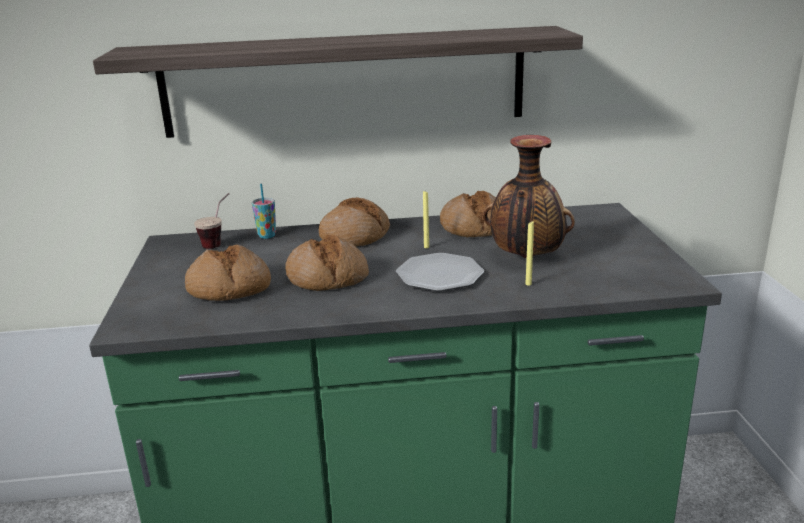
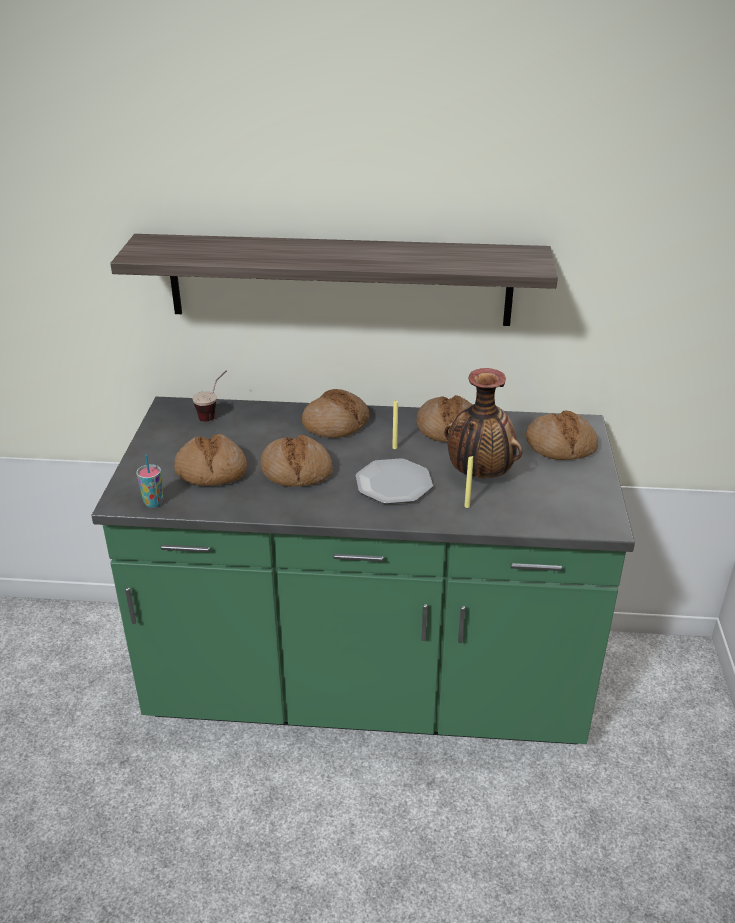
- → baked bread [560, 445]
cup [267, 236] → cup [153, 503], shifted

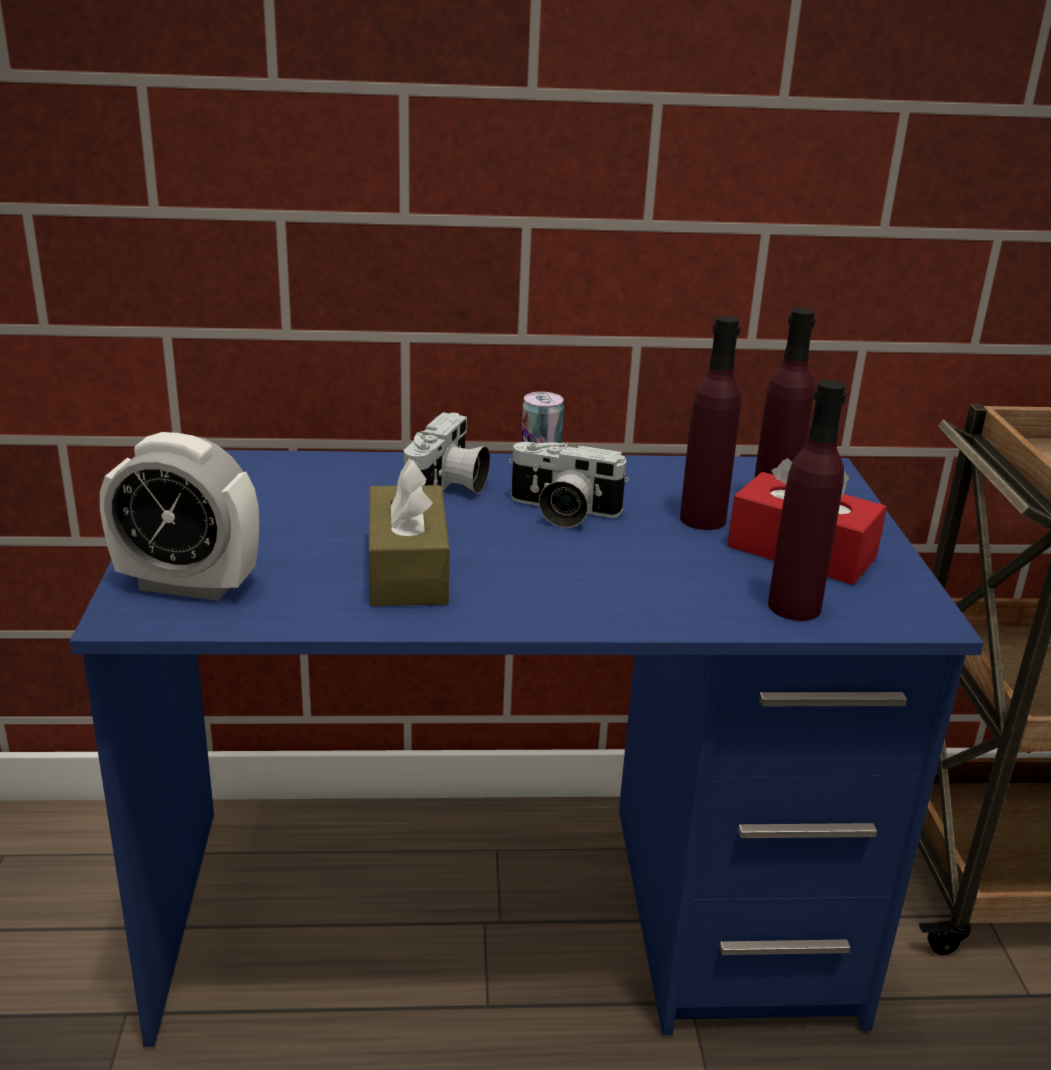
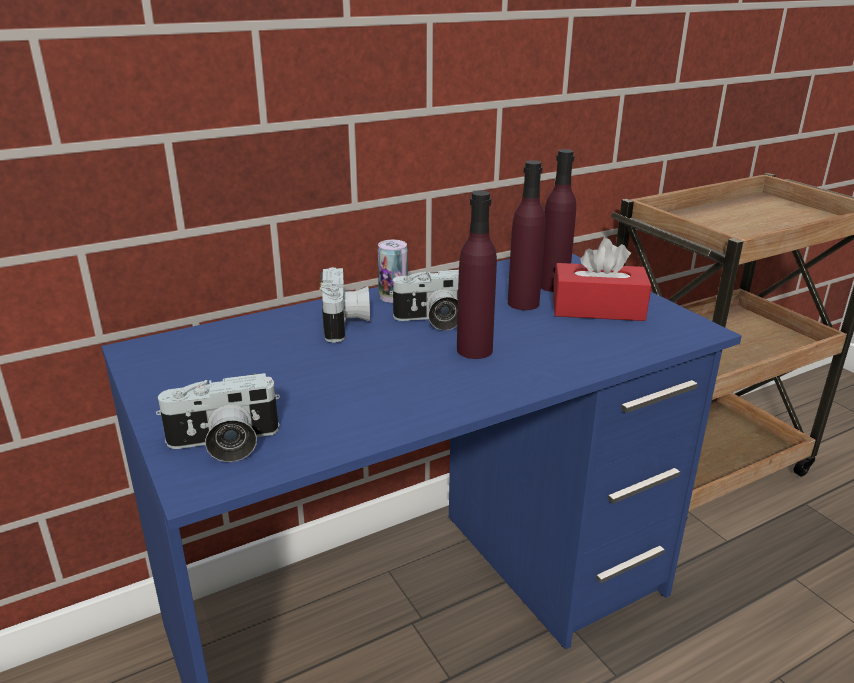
tissue box/brown [407, 570] → -
beverage bottle/purple-coloured [794, 606] → beverage bottle/purple-coloured [474, 350], shifted
table clock [188, 585] → still camera [224, 444]

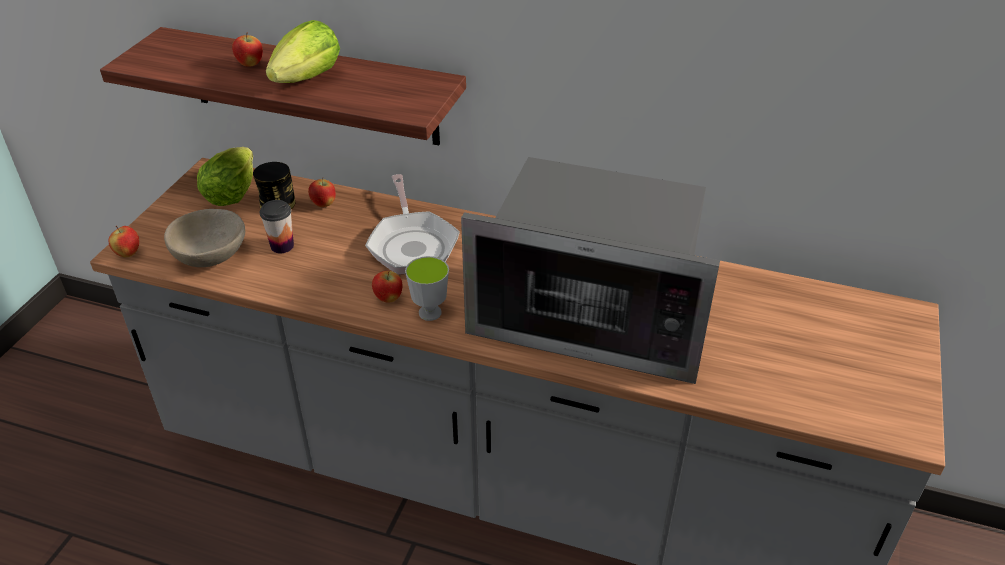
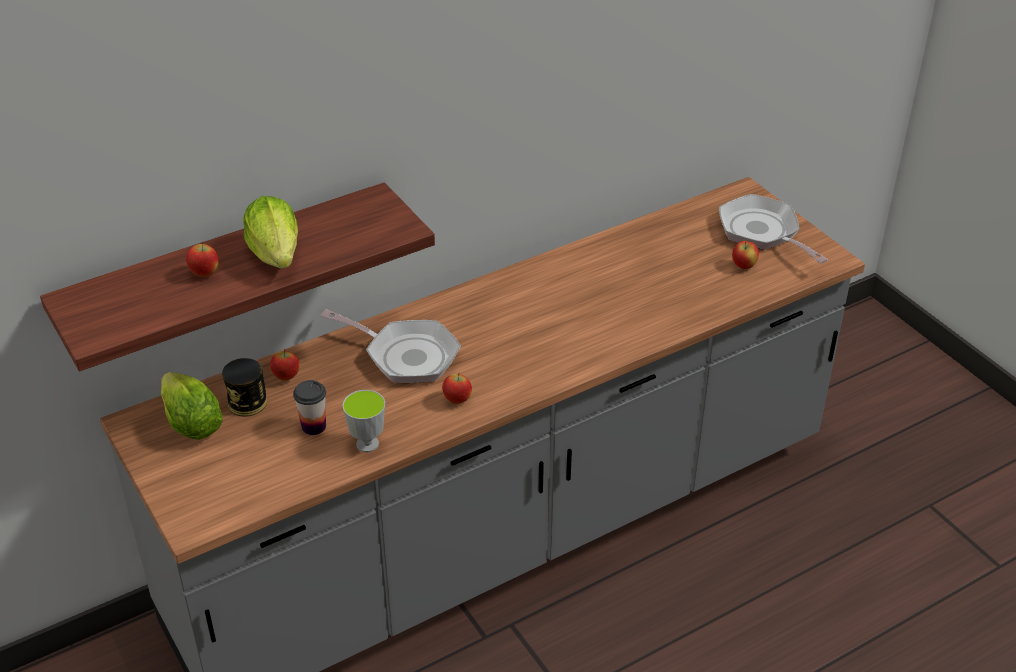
bowl/beige [211, 257] → -
kitchen microwave [591, 318] → -
- → pan [762, 232]
apple fruit [128, 254] → apple fruit [744, 266], shifted
cup [430, 313] → cup [367, 444], shifted

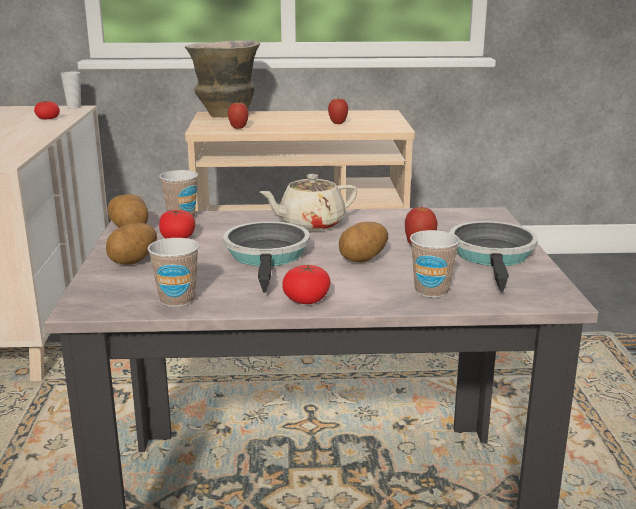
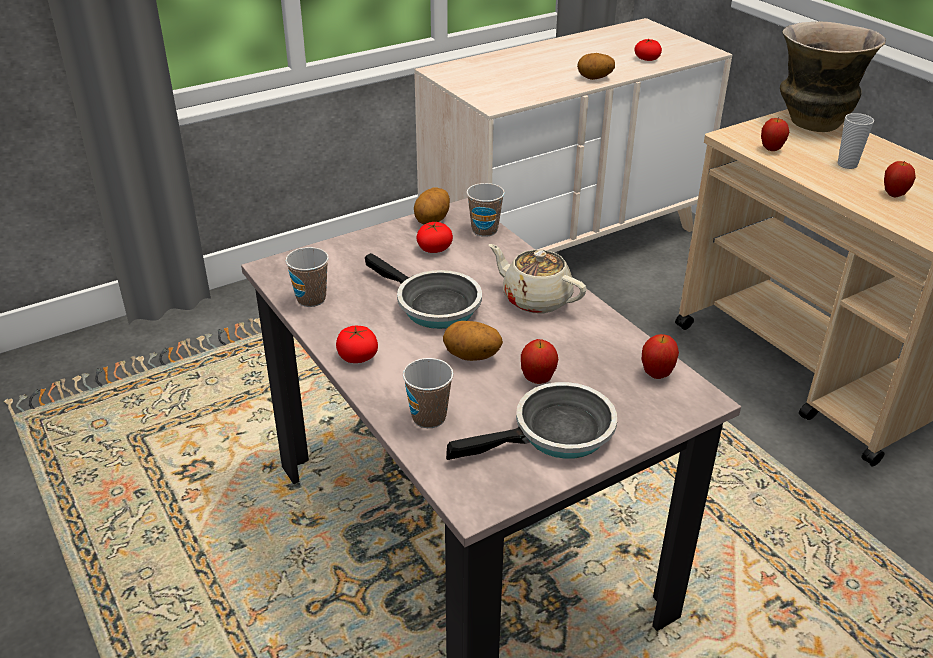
- → apple fruit [656, 374]
cup [74, 107] → cup [847, 165], shifted
whole potato [134, 261] → whole potato [595, 78], shifted
pan [267, 257] → pan [432, 306], 75 degrees clockwise

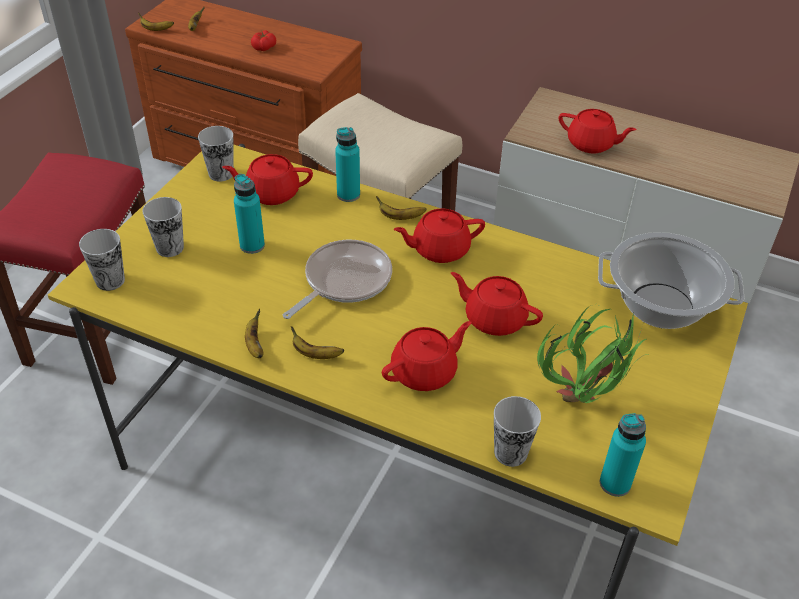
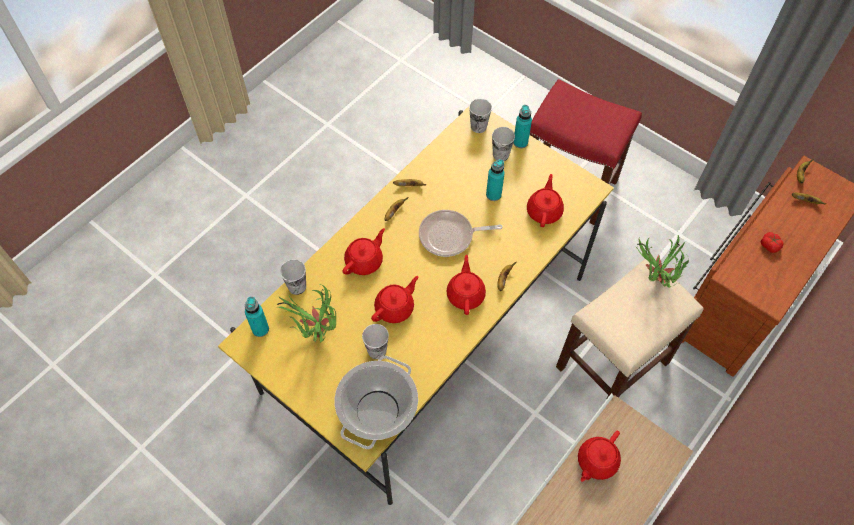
- → houseplant [653, 281]
cup [221, 174] → cup [377, 350], shifted
beverage bottle/blue-green [348, 195] → beverage bottle/blue-green [520, 142], shifted
pan [344, 281] → pan [449, 236], 120 degrees clockwise
tea pot/red [425, 372] → tea pot/red [365, 261], 120 degrees counterclockwise

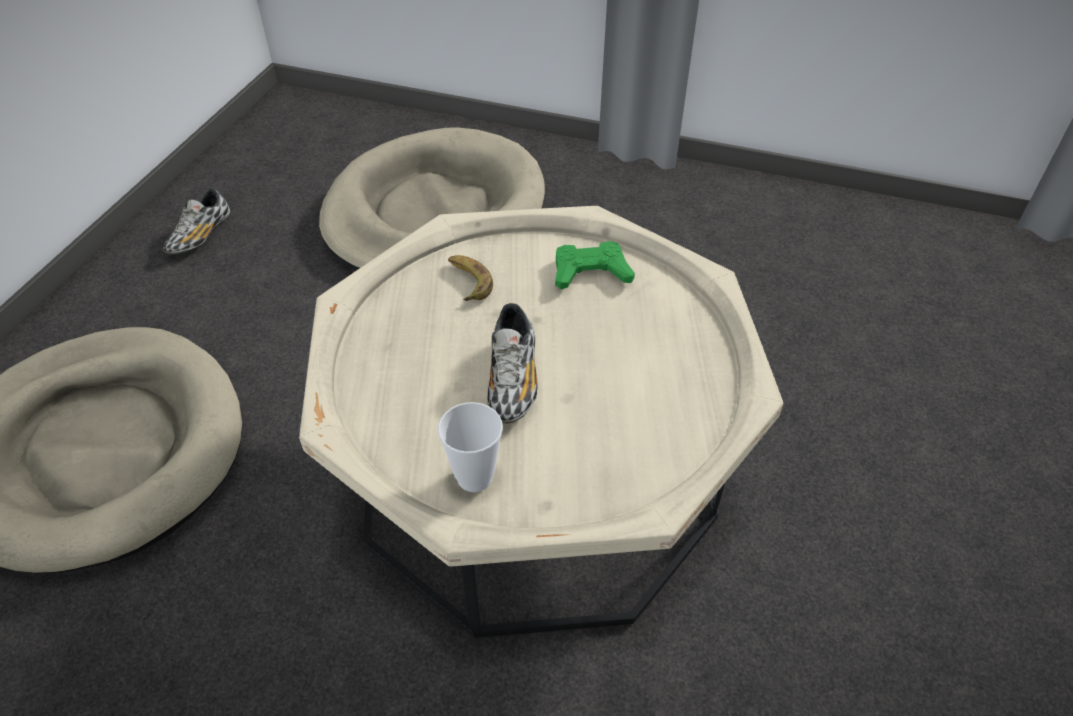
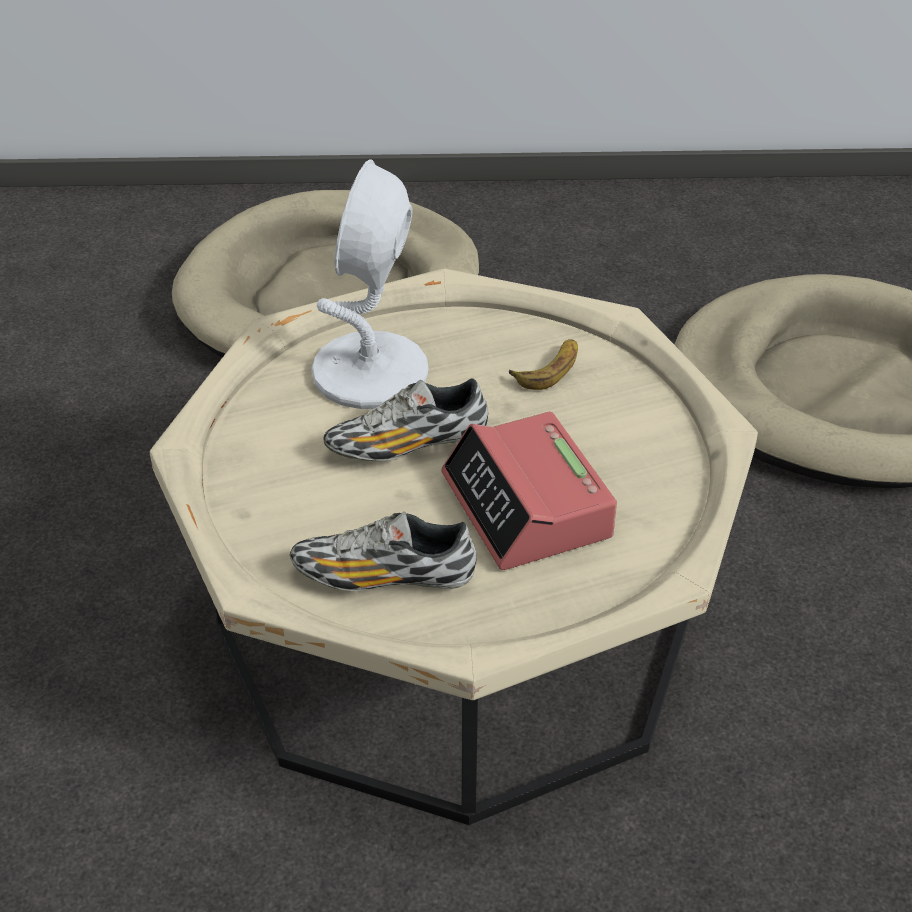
cup [474, 477] → -
gamepad/greenish [590, 272] → -
- → tabletop lamp/white-coloured [370, 373]
- → table clock [527, 507]
item of footwear [200, 236] → item of footwear [384, 577], shifted

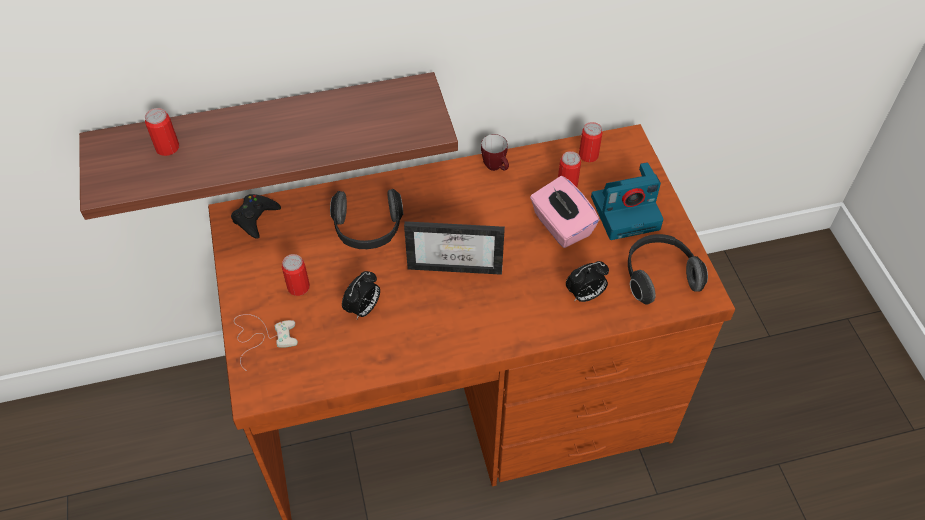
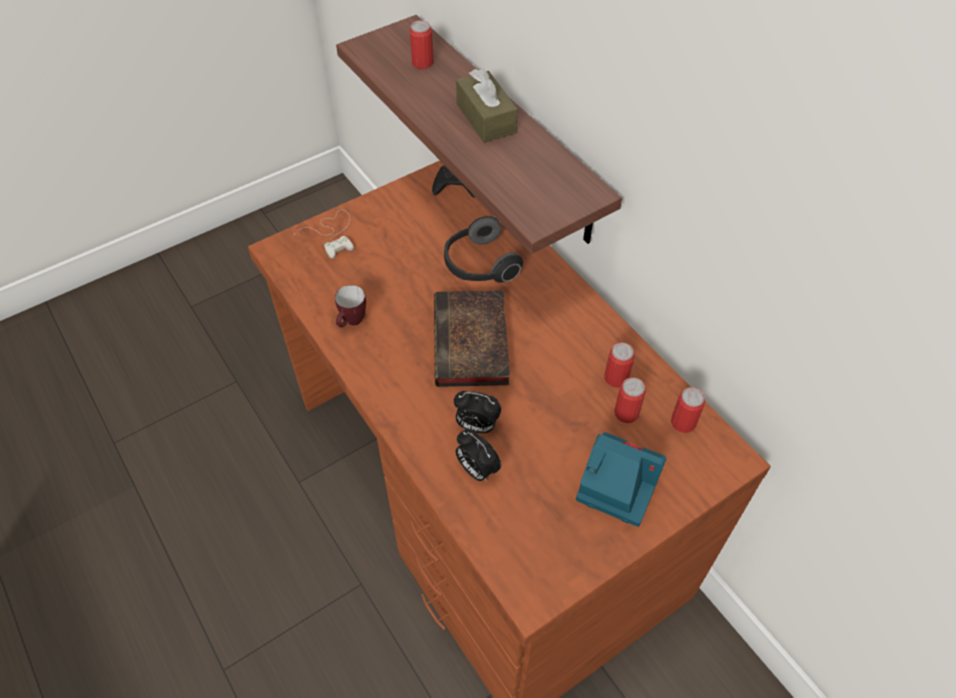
tissue box/pinkish [561, 226] → -
headset [659, 276] → -
- → tissue box/brown [486, 118]
metal can [298, 287] → metal can [616, 378], shifted
table clock [363, 309] → table clock [476, 426], shifted
mug [496, 168] → mug [352, 323], shifted
picture frame [457, 262] → volume [472, 345]
still camera [626, 212] → still camera [617, 483], 150 degrees clockwise

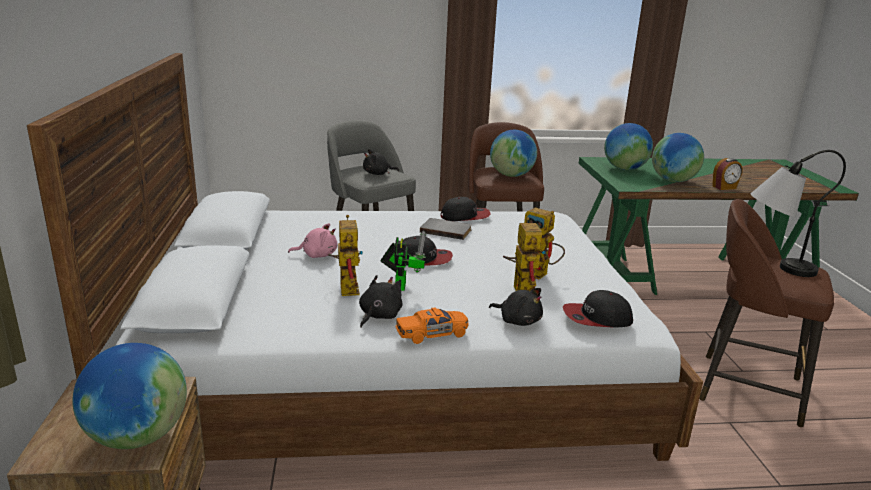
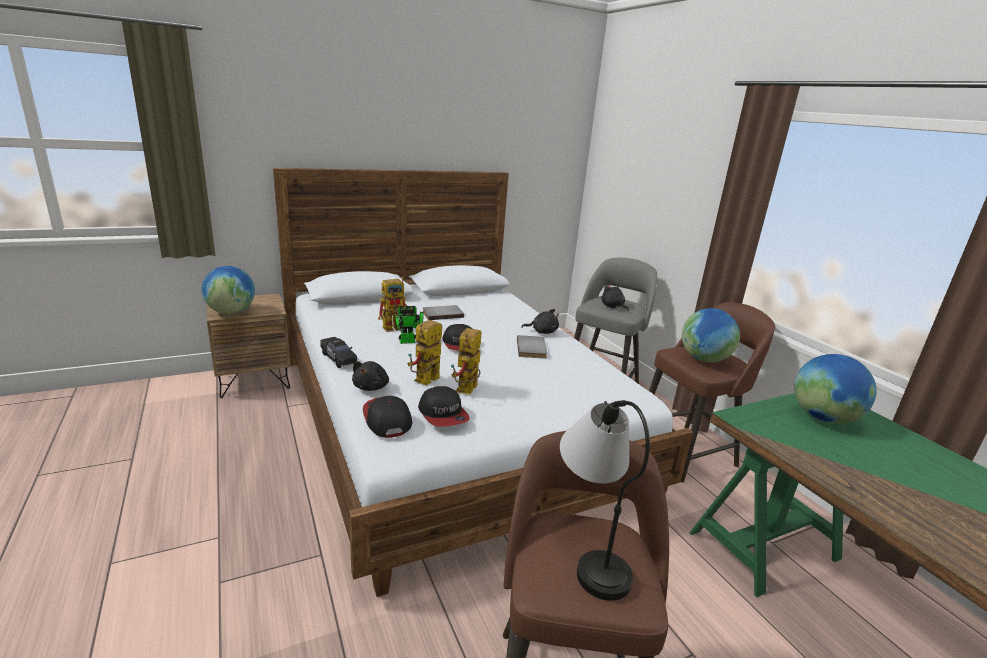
globe [673, 181] → -
table clock [724, 187] → -
soft toy/blackish [379, 316] → soft toy/blackish [542, 332], shifted
baseball cap [465, 216] → baseball cap [443, 414], shifted
soft toy/pinkish [317, 255] → volume/greyish [442, 314]
toy car/orange [432, 334] → toy car/blackish [338, 358]
robot figure [520, 289] → robot figure [425, 382], 150 degrees clockwise

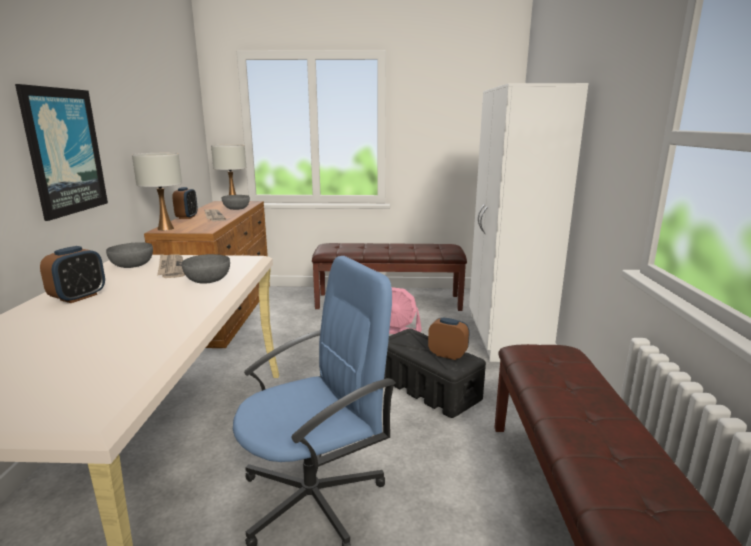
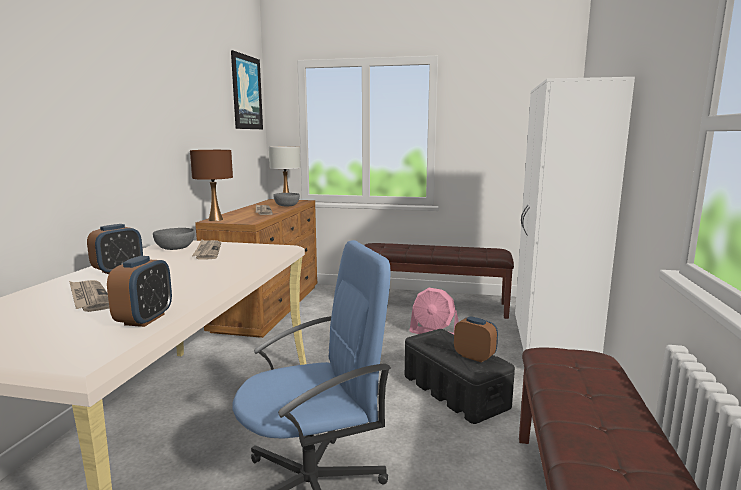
bowl/greyish [208, 280] → -
- → daily paper [89, 298]
wall art [64, 151] → wall art [246, 92], shifted
table clock [187, 217] → table clock [145, 319], shifted
tabletop lamp/white-coloured [166, 229] → tabletop lamp/brown [215, 219]

